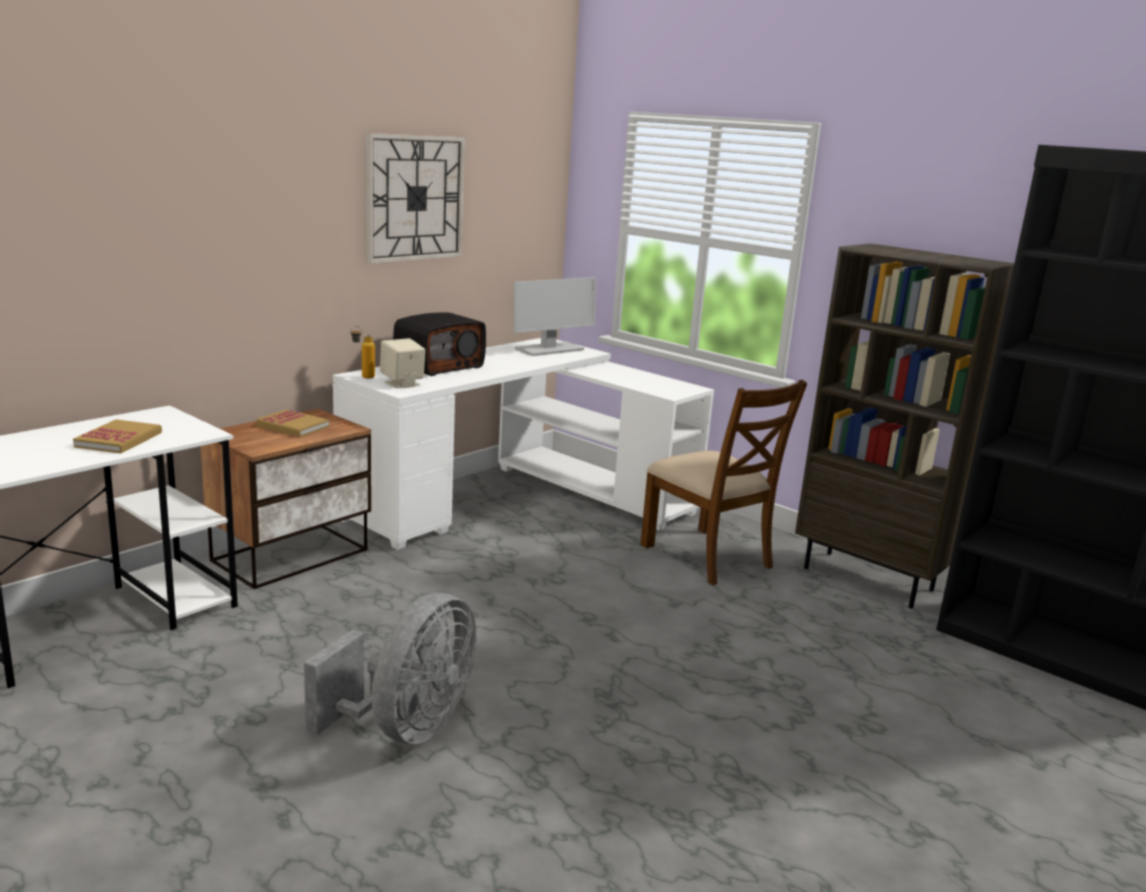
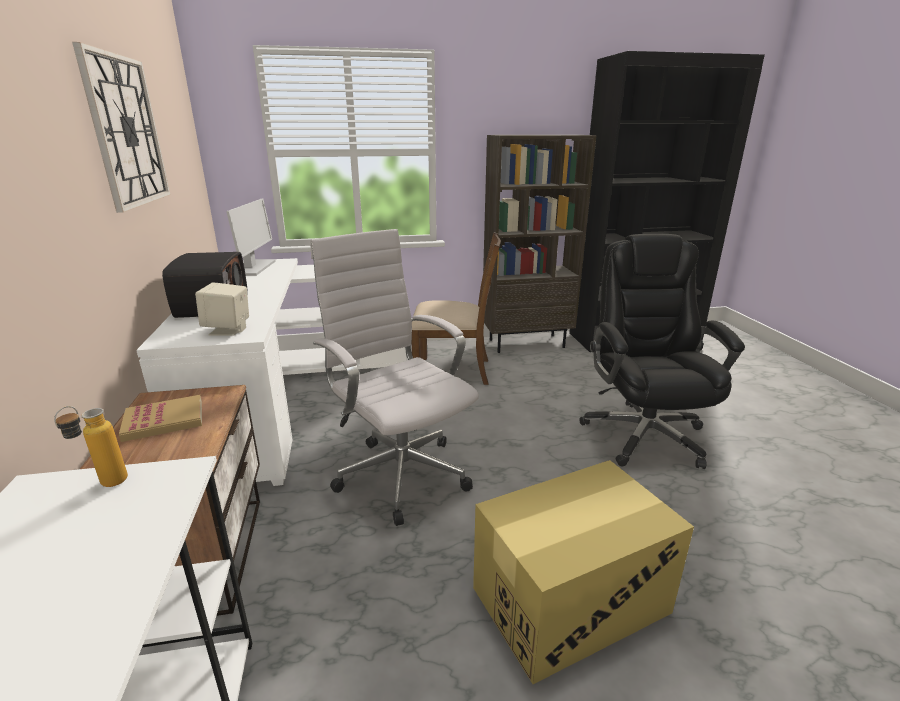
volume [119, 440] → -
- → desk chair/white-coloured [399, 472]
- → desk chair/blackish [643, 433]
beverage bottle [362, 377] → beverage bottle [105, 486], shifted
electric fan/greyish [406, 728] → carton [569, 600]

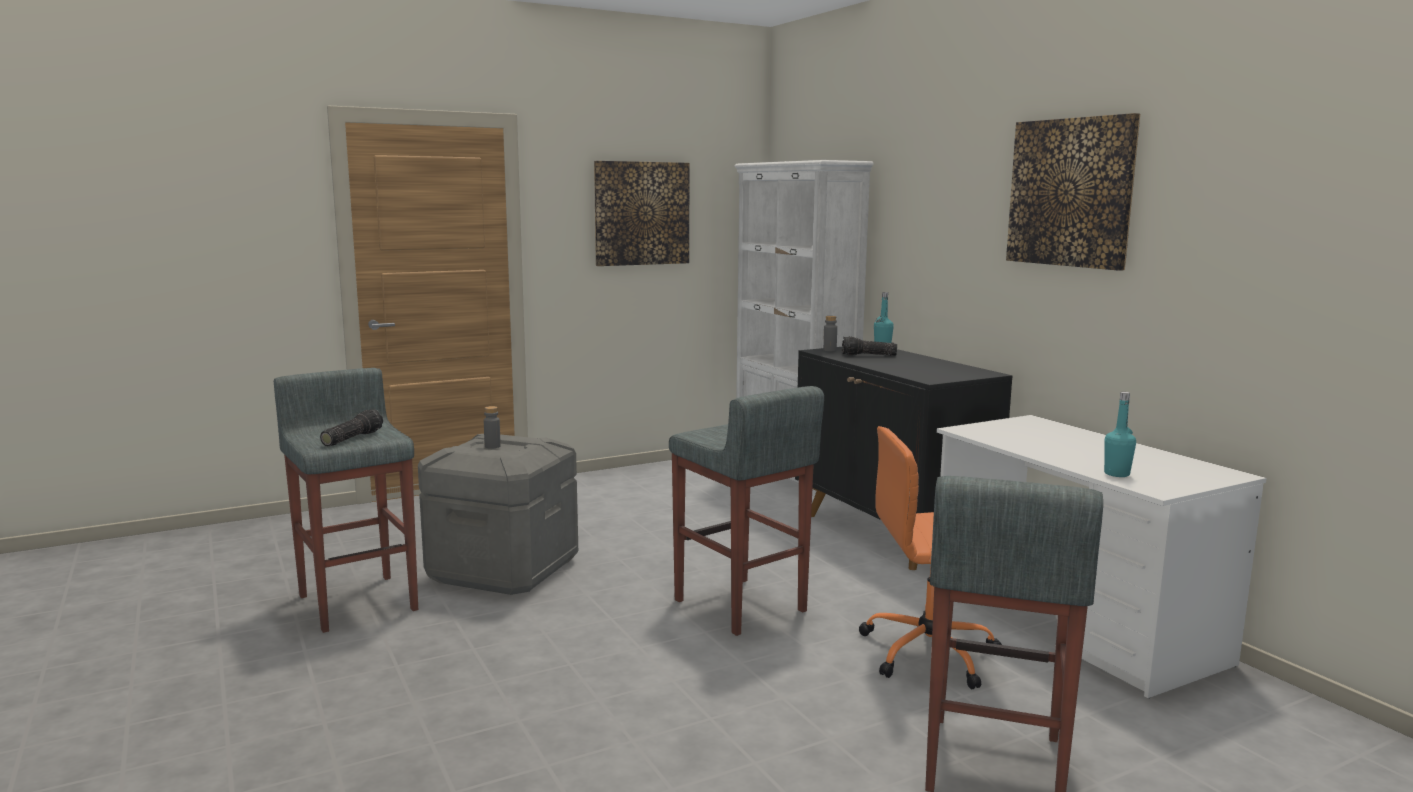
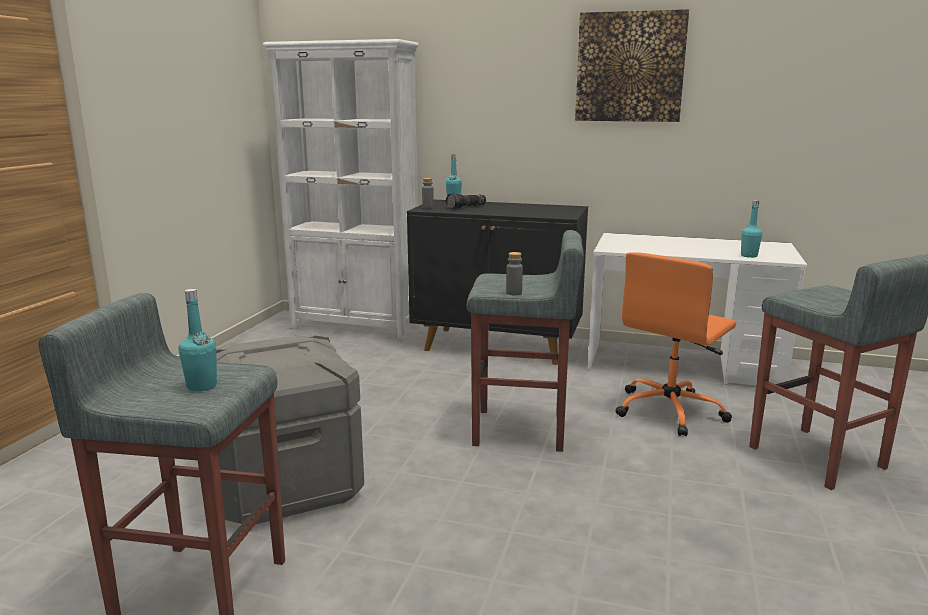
wall art [641, 213] → -
beverage bottle/greyish [492, 446] → beverage bottle/greyish [514, 293], shifted
flashlight [351, 438] → beverage bottle/blue-green [202, 386]

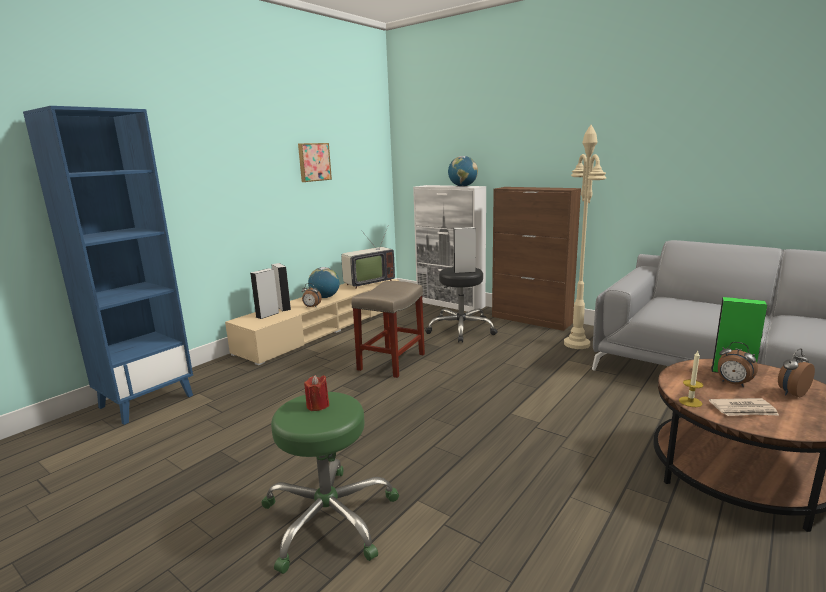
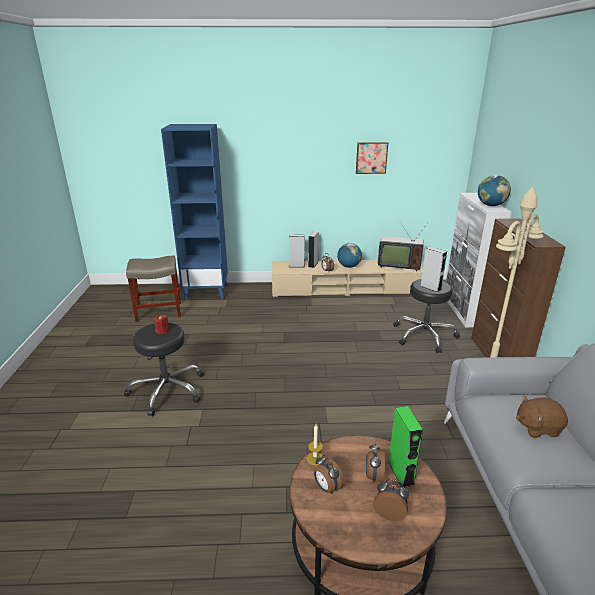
- → soft toy/brown [537, 427]
stool seat/beige [391, 362] → stool seat/beige [158, 312], shifted
daily paper [743, 410] → table clock [327, 488]
stool seat/greenish [329, 518] → stool seat/blackish [167, 390]

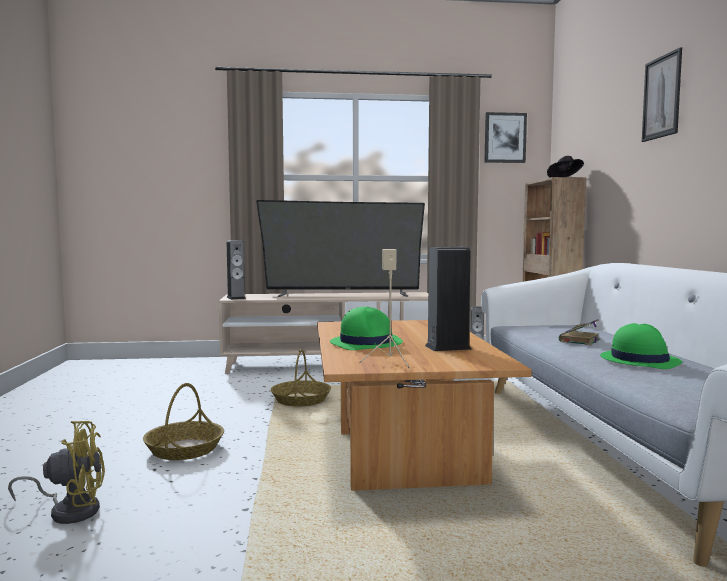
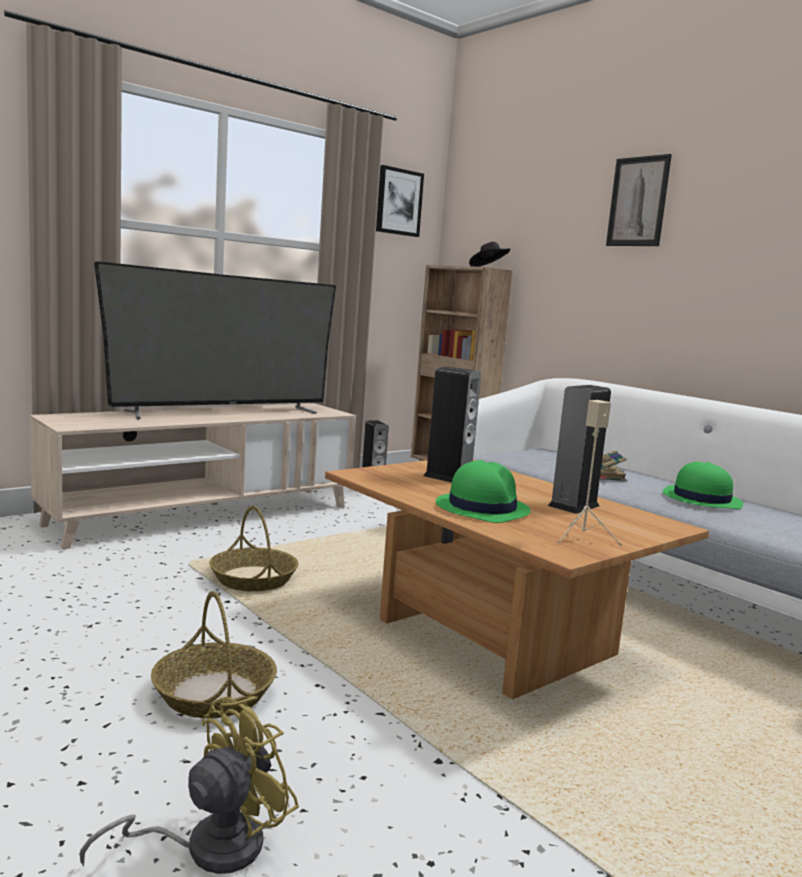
speaker [236, 298] → speaker [448, 477], shifted

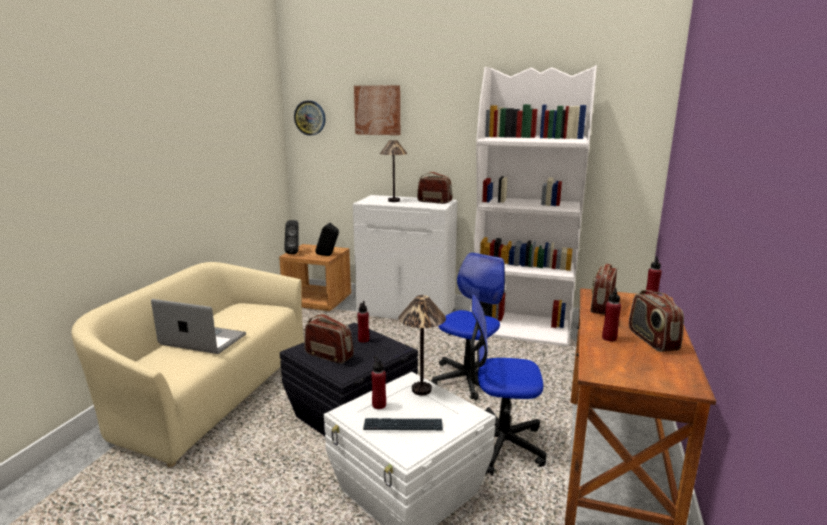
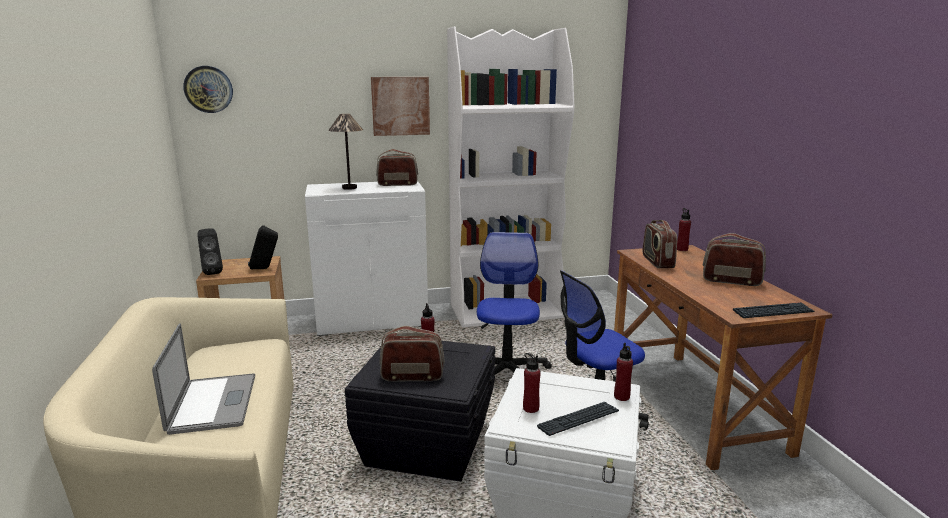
tabletop lamp [422, 390] → -
- → PC keyboard [773, 312]
wall art [377, 110] → wall art [400, 106], shifted
beverage bottle/red [609, 338] → beverage bottle/red [621, 397], shifted
laptop [203, 340] → laptop [213, 403], 90 degrees clockwise
radio [652, 340] → radio [731, 280], 150 degrees clockwise

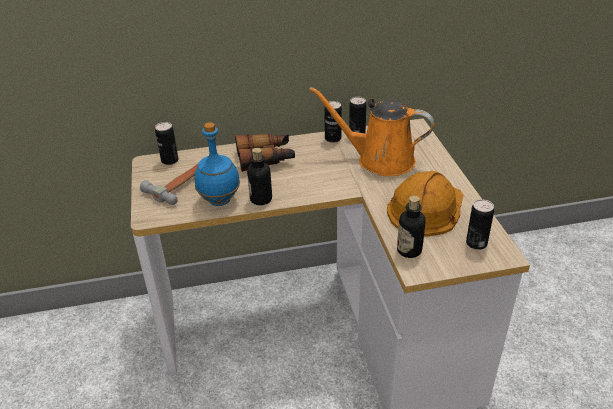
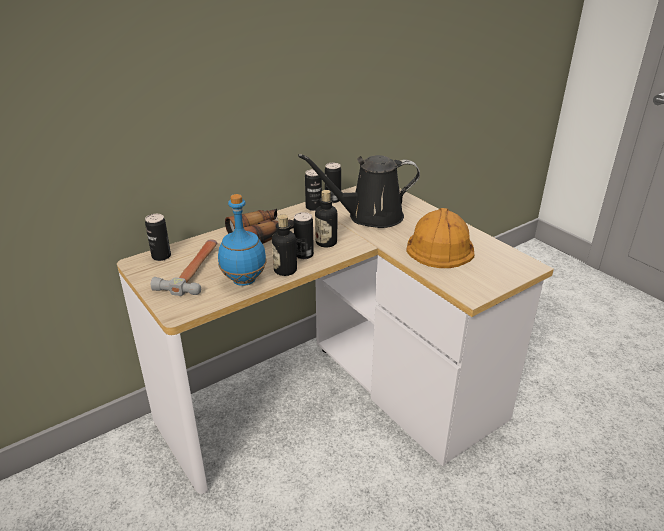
beverage bottle [409, 250] → beverage bottle [326, 242], shifted
metal can [476, 243] → metal can [304, 255], shifted
sprinkling can/orange [380, 160] → sprinkling can/blackish [370, 216]

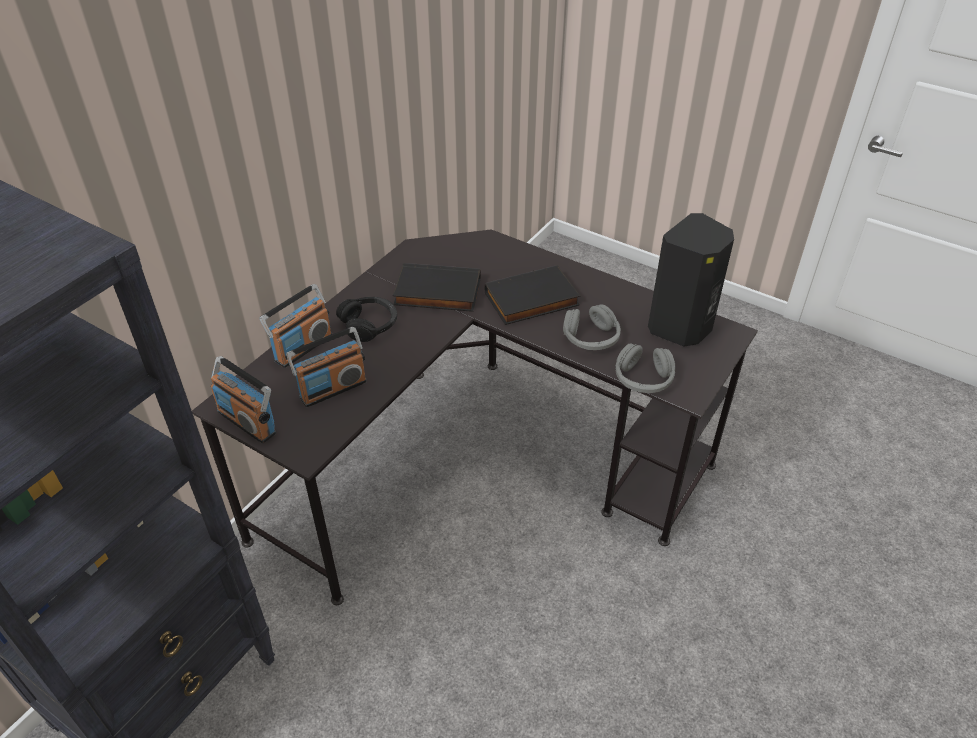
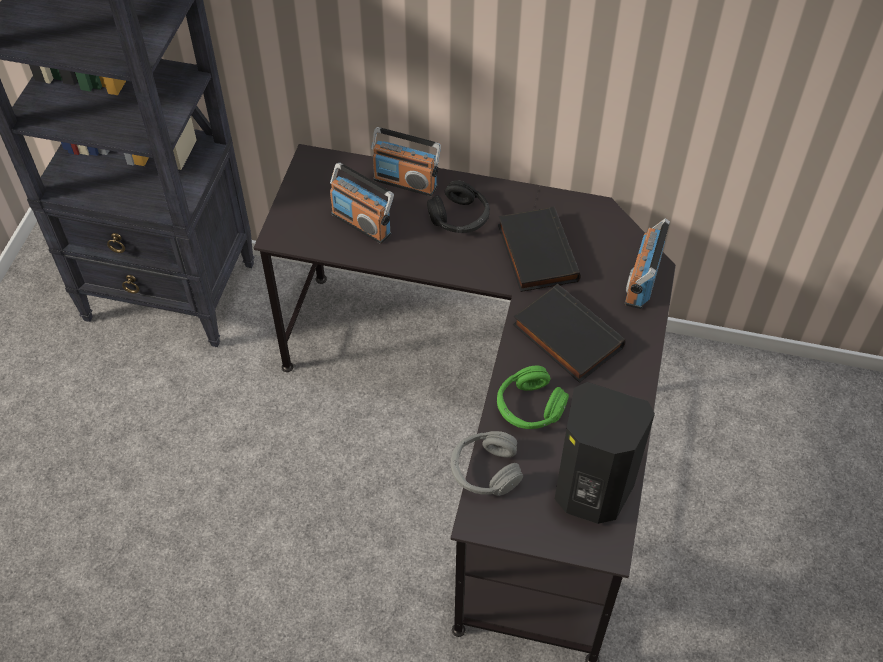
radio [247, 422] → radio [641, 282], shifted
headset/greyish [591, 338] → headset/greenish [529, 407]

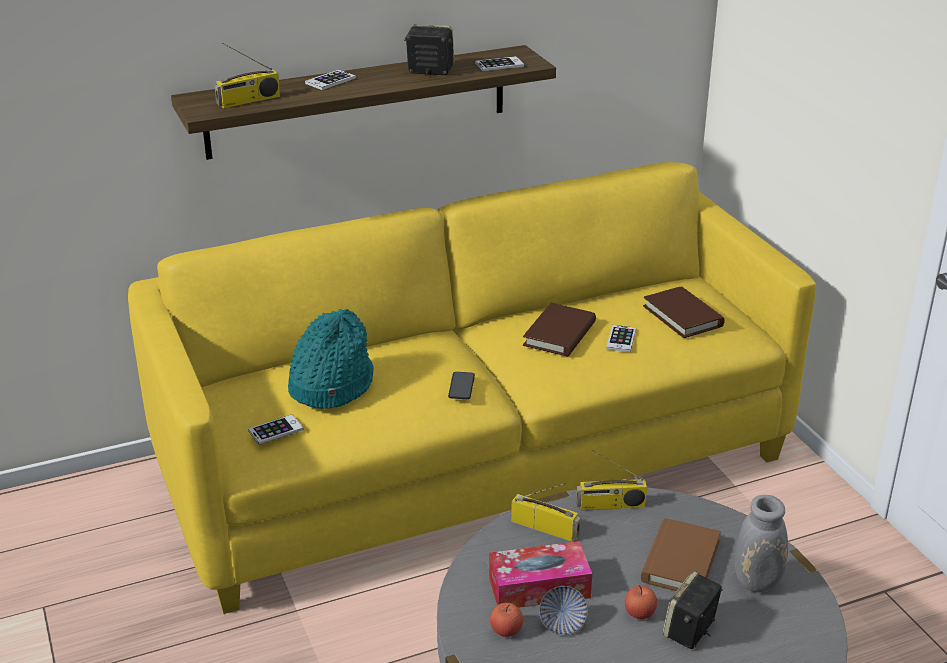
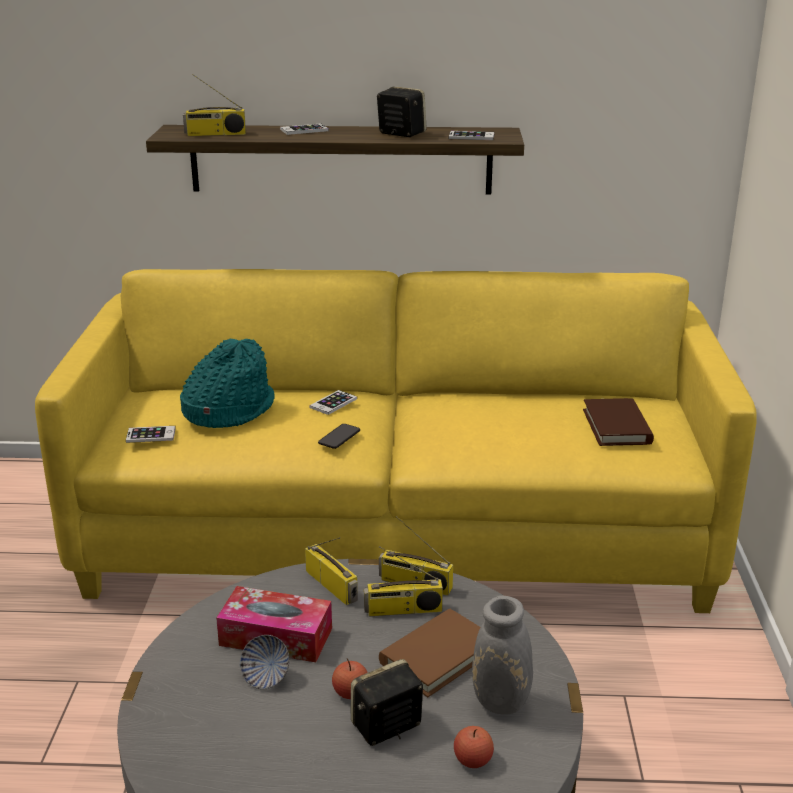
volume/brown [559, 334] → -
- → radio [403, 610]
apple fruit [506, 630] → apple fruit [473, 760], shifted
handset [621, 339] → handset [333, 403], shifted

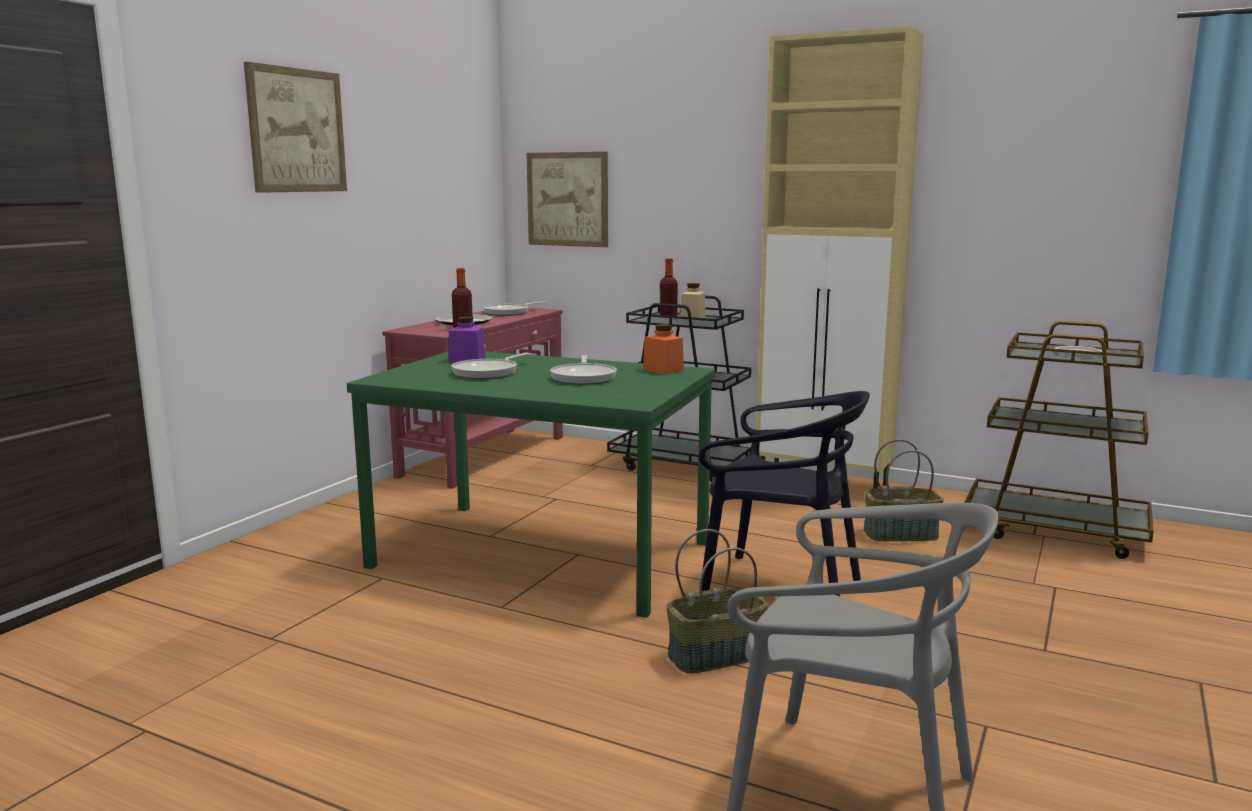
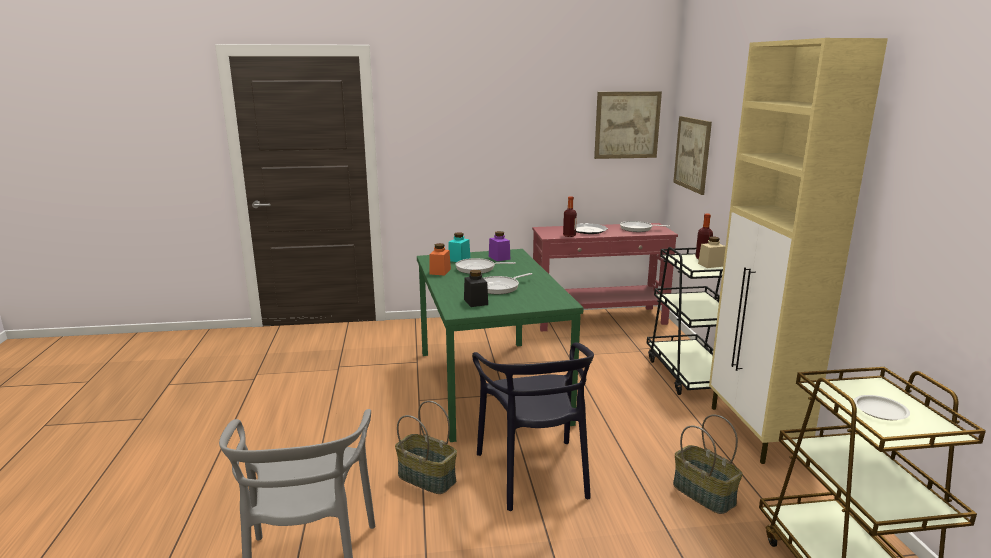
- → storage jar/blue-green [459, 259]
- → storage jar/blackish [476, 302]
wall art [297, 130] → wall art [627, 125], shifted
storage jar/orange [663, 370] → storage jar/orange [440, 271], shifted

